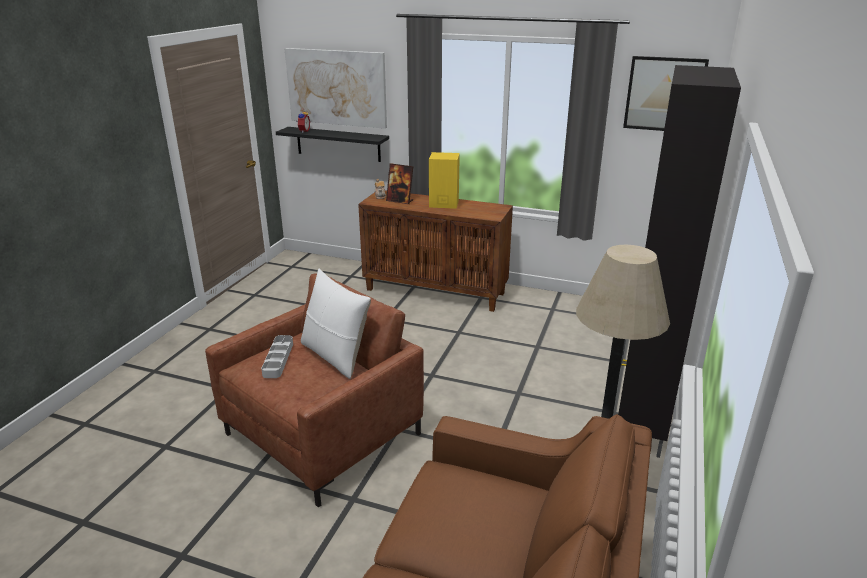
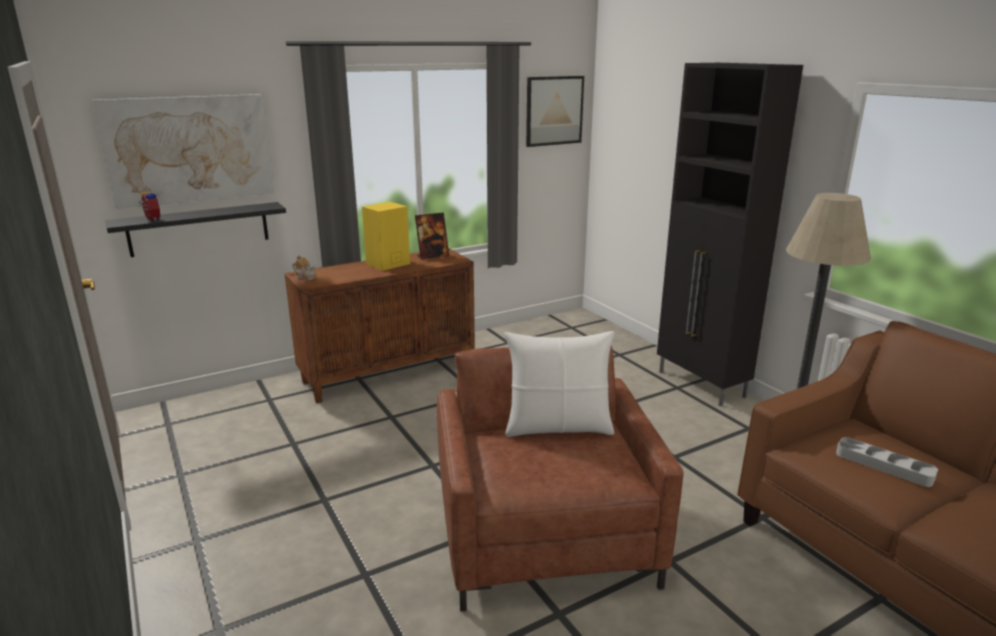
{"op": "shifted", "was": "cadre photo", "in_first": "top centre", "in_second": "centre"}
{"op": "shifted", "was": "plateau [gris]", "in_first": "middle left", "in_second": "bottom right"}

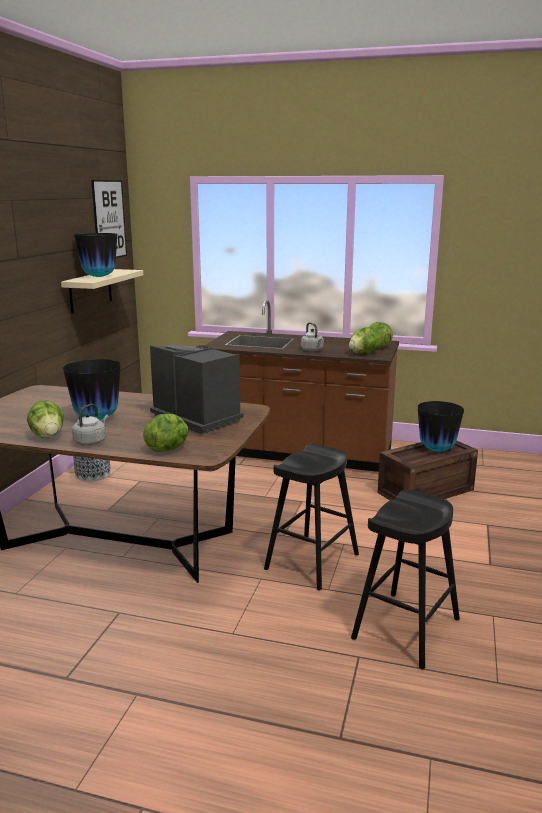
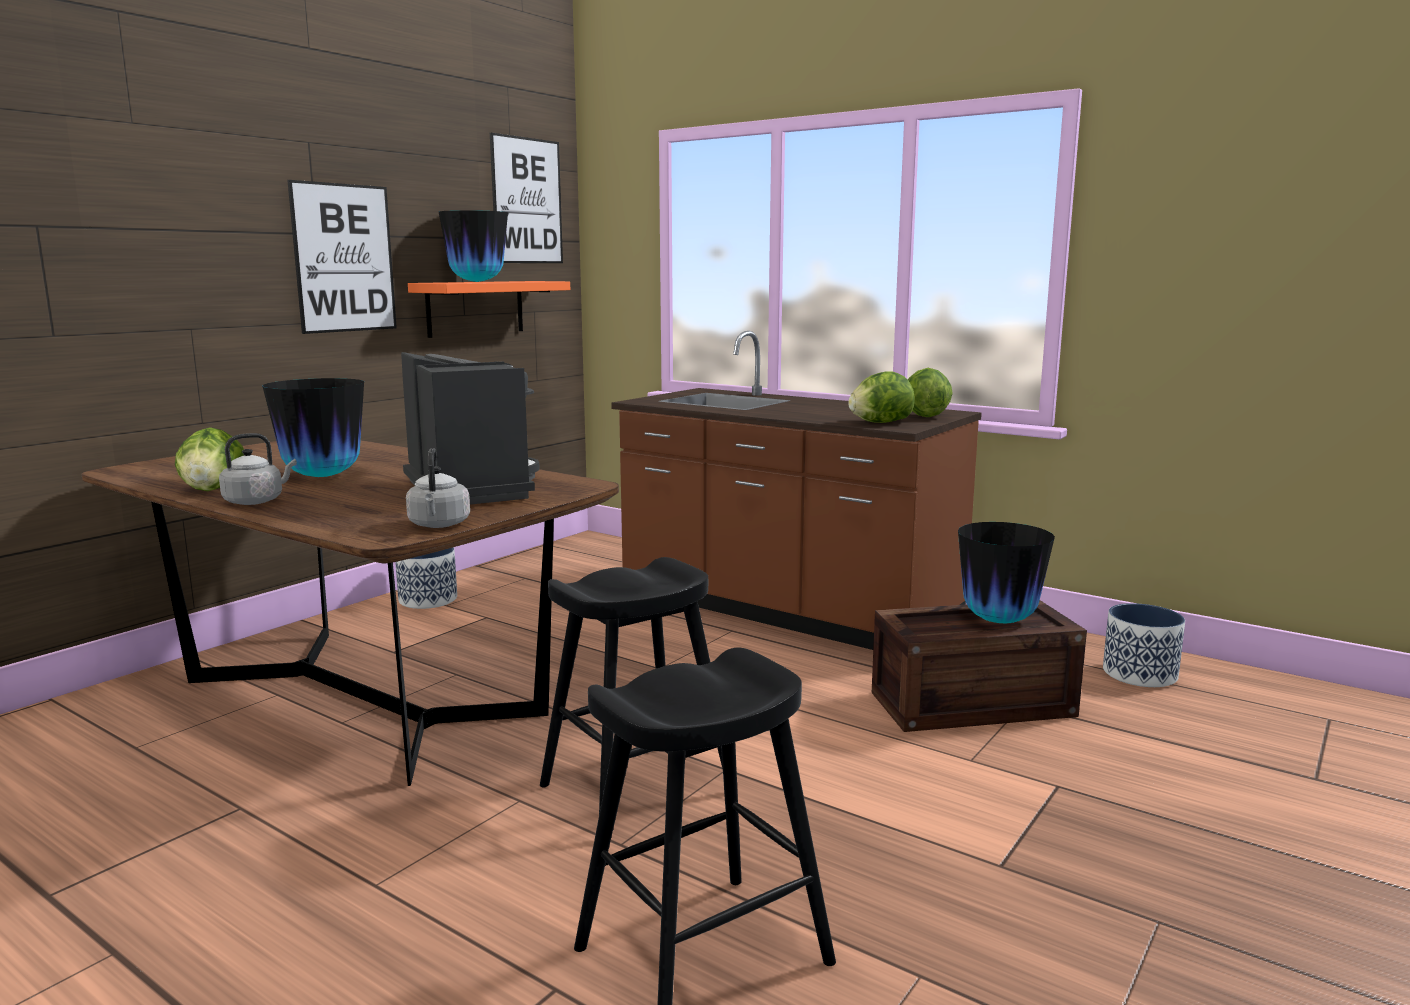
{"op": "new", "now": "tableau (no. 1 from left)", "in_second": "top left"}
{"op": "shifted", "was": "bouilloire [gris] (no. 2 from left)", "in_first": "centre", "in_second": "middle left"}
{"op": "repainted", "was": "étagère [beige]", "now": "étagère [orange]", "in_first": "middle left", "in_second": "top centre"}
{"op": "new", "now": "cache-pot (no. 2 from left)", "in_second": "middle right"}
{"op": "gone", "was": "laitue (no. 2 from left)", "in_first": "middle left"}

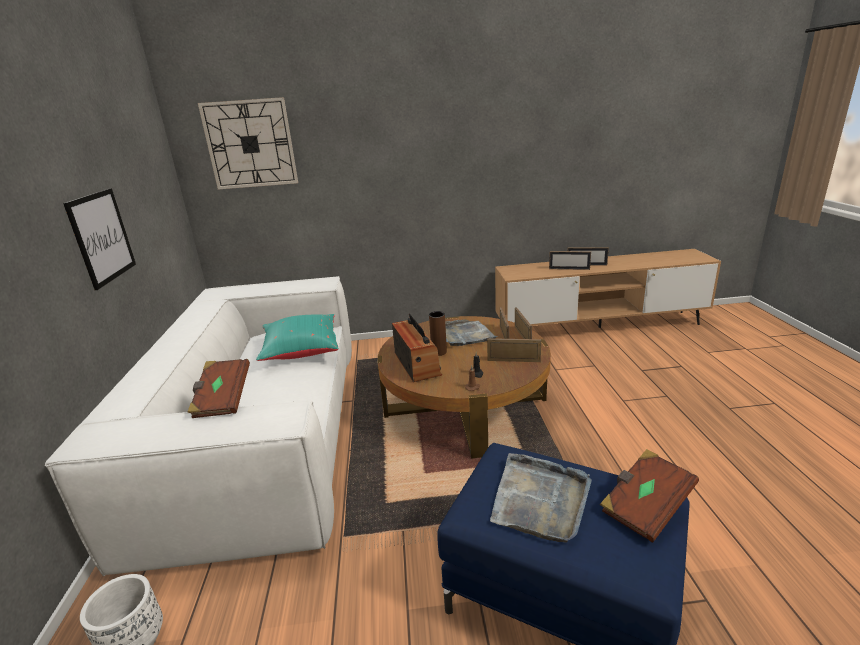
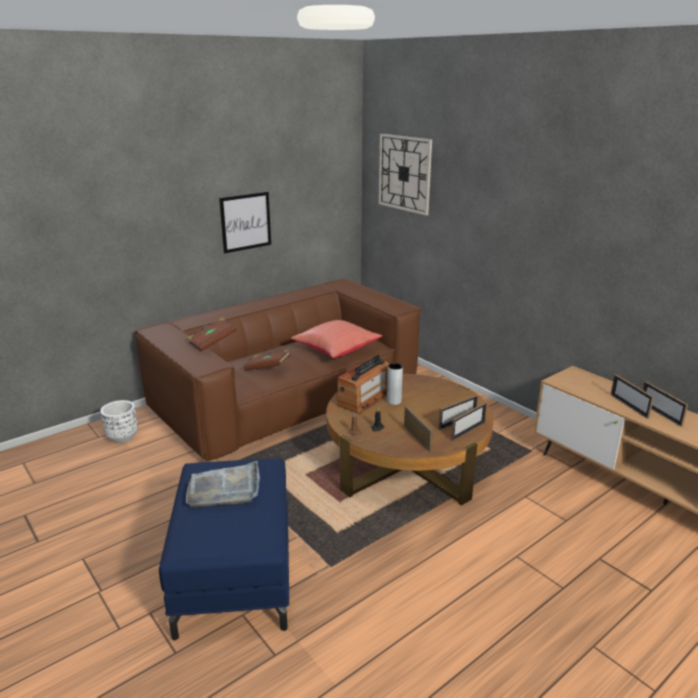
{"op": "repainted", "was": "canapé [blanc]", "now": "canapé [marron]", "in_first": "middle left", "in_second": "centre"}
{"op": "shifted", "was": "livre [marron] (no. 2 from left)", "in_first": "bottom right", "in_second": "centre"}
{"op": "repainted", "was": "coussin [turquoise]", "now": "coussin [rouge]", "in_first": "centre", "in_second": "centre"}
{"op": "repainted", "was": "vase [marron]", "now": "vase [gris]", "in_first": "centre", "in_second": "centre"}
{"op": "gone", "was": "plateau [gris] (no. 1 from left)", "in_first": "centre"}

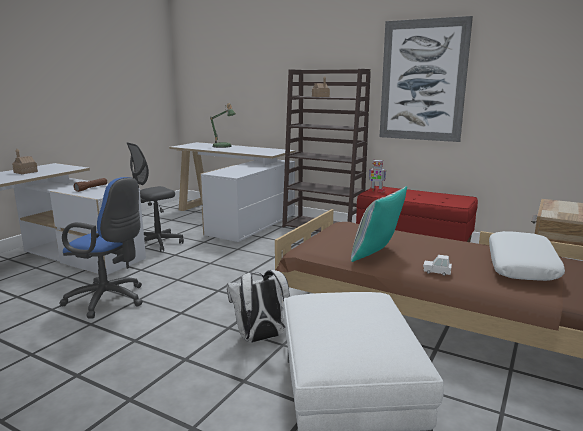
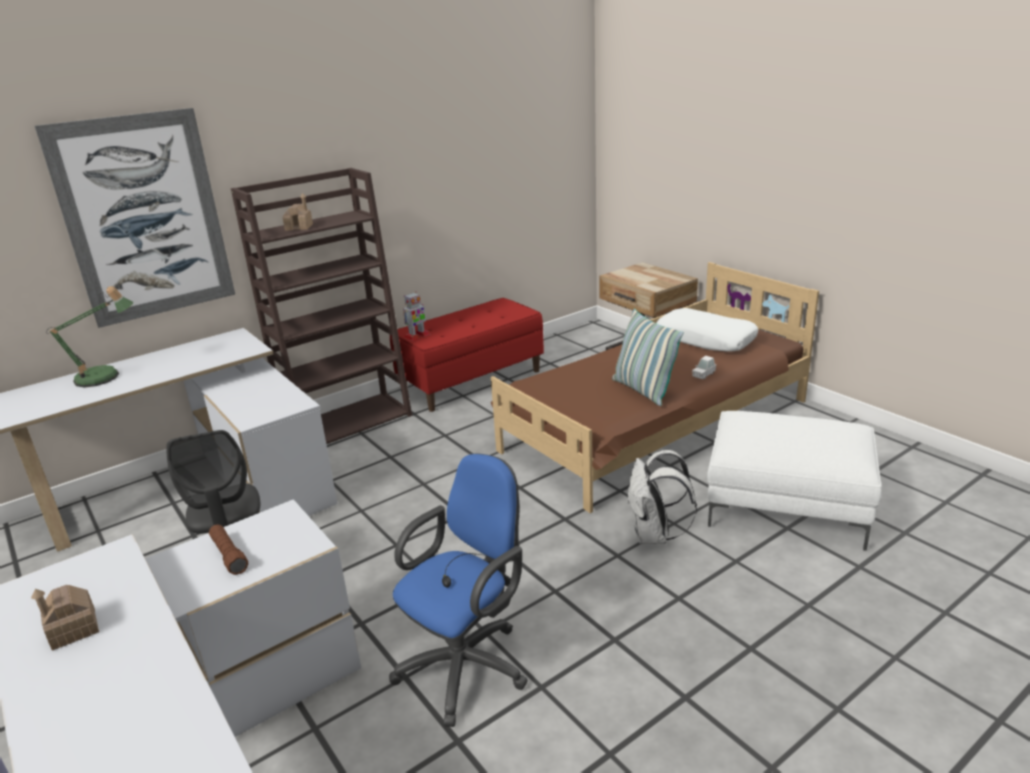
{"op": "shifted", "was": "tableau", "in_first": "top right", "in_second": "top left"}

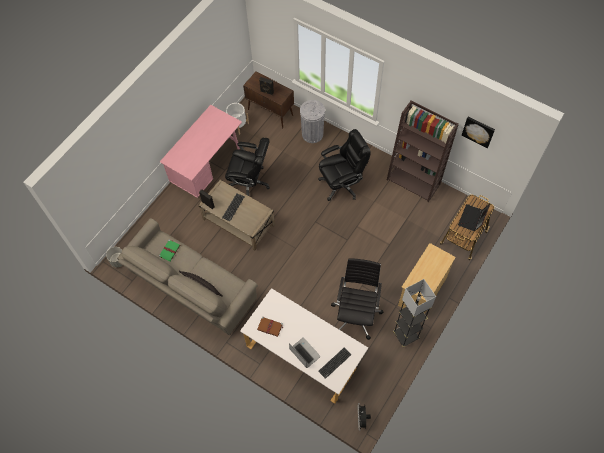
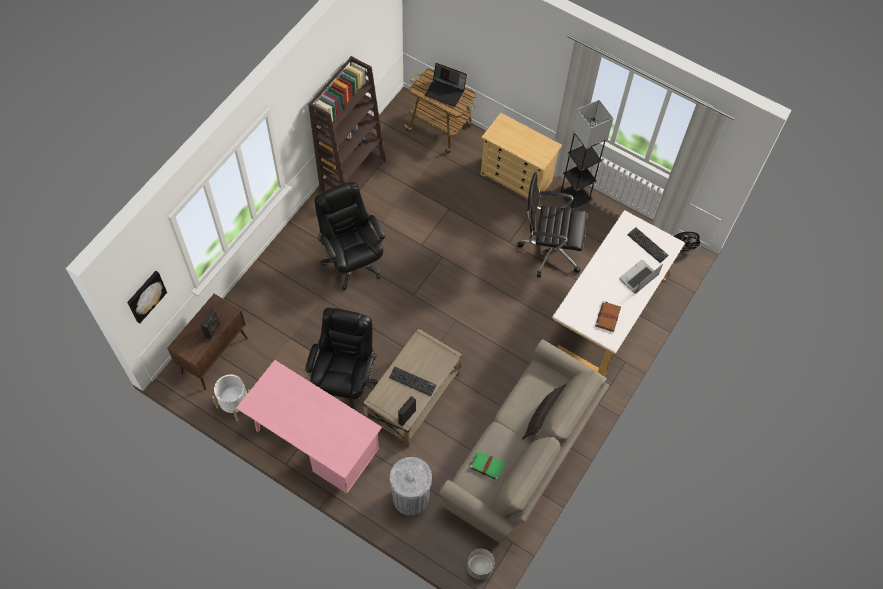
{"op": "shifted", "was": "tableau", "in_first": "top right", "in_second": "middle left"}
{"op": "shifted", "was": "poubelle [gris]", "in_first": "top centre", "in_second": "bottom centre"}

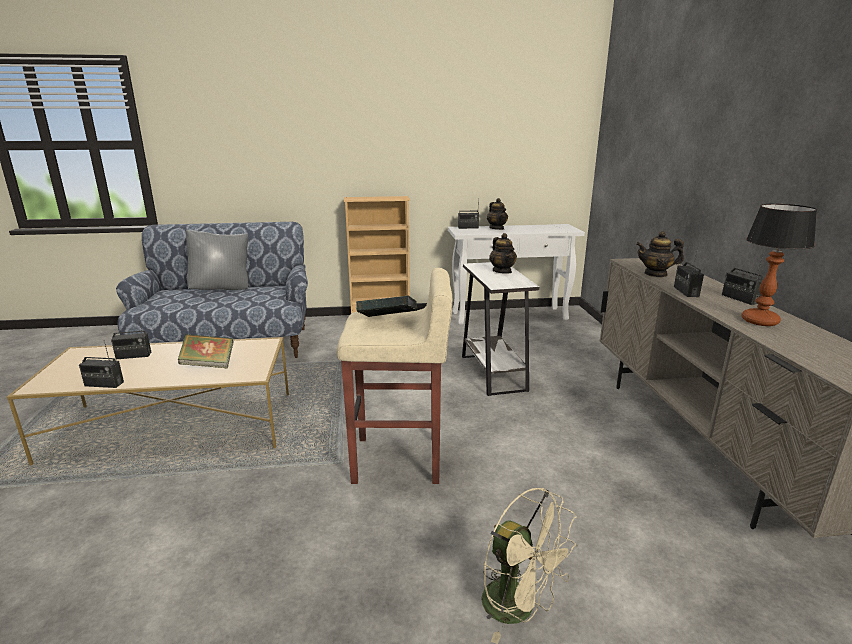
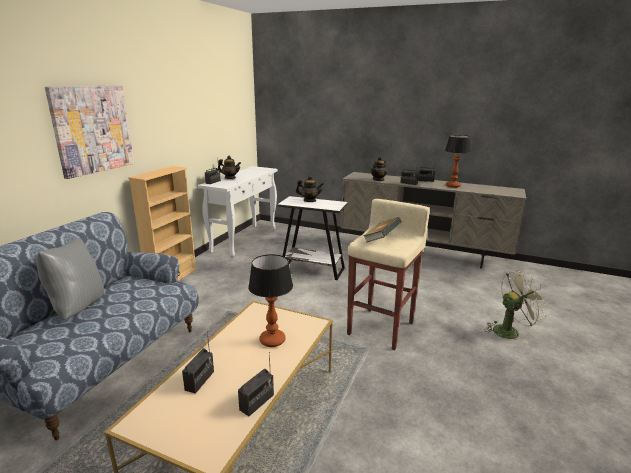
{"op": "new", "now": "tableau", "in_second": "top left"}
{"op": "swapped", "was": "livre (no. 1 from left)", "now": "lampe de table (no. 1 from left)", "in_first": "middle left", "in_second": "centre"}

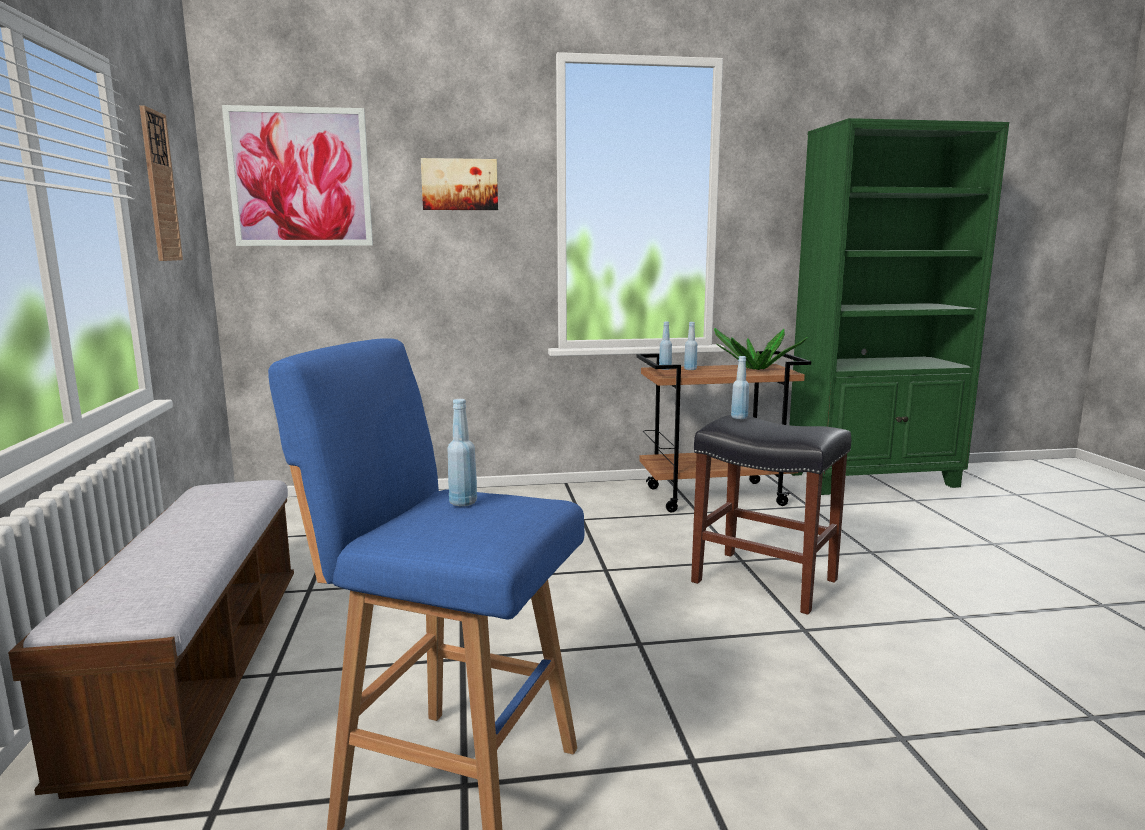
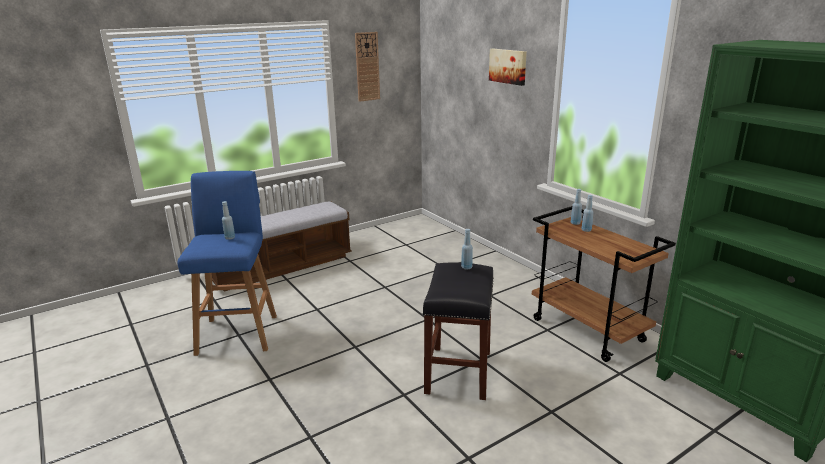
{"op": "gone", "was": "tableau (no. 1 from left)", "in_first": "top left"}
{"op": "gone", "was": "plante en pot", "in_first": "centre"}

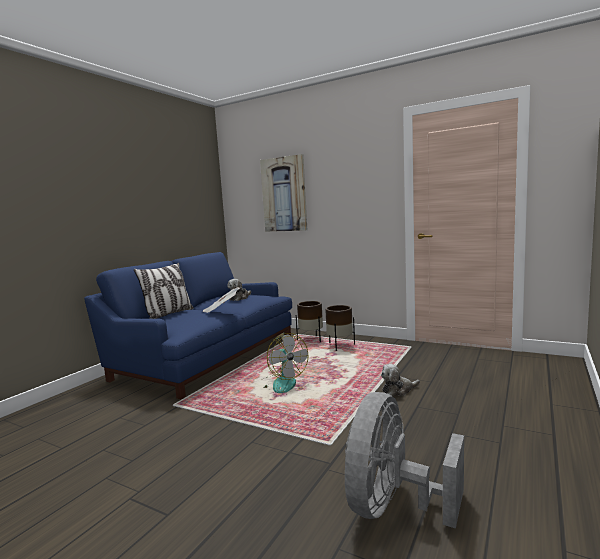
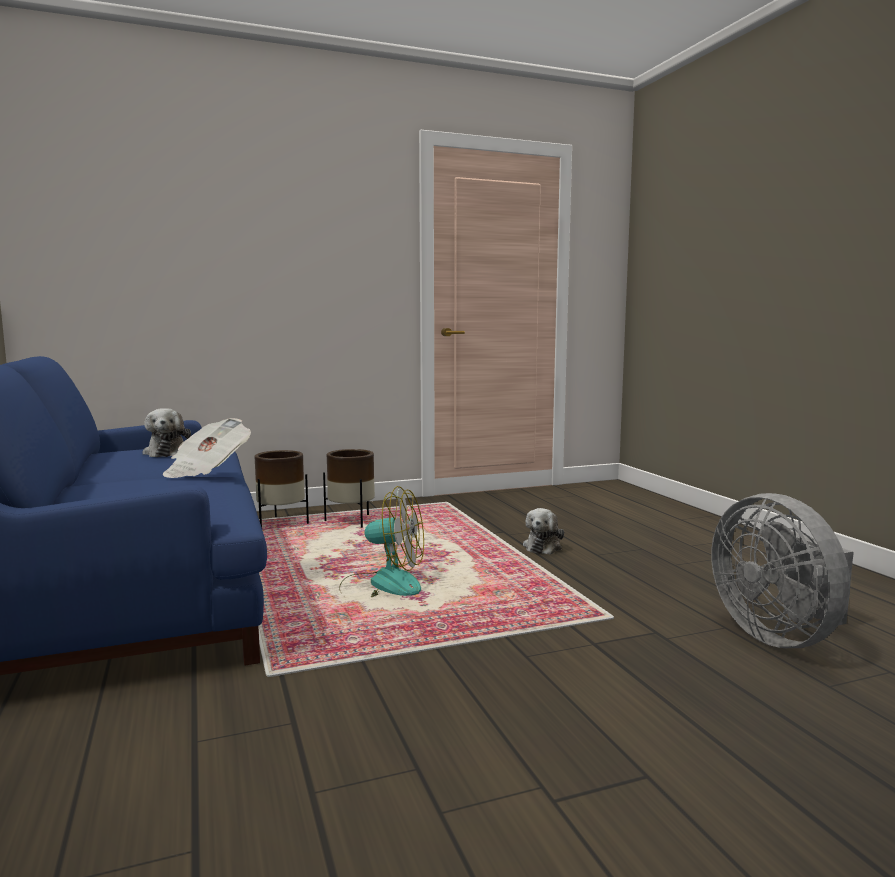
{"op": "gone", "was": "coussin", "in_first": "middle left"}
{"op": "gone", "was": "tableau", "in_first": "centre"}

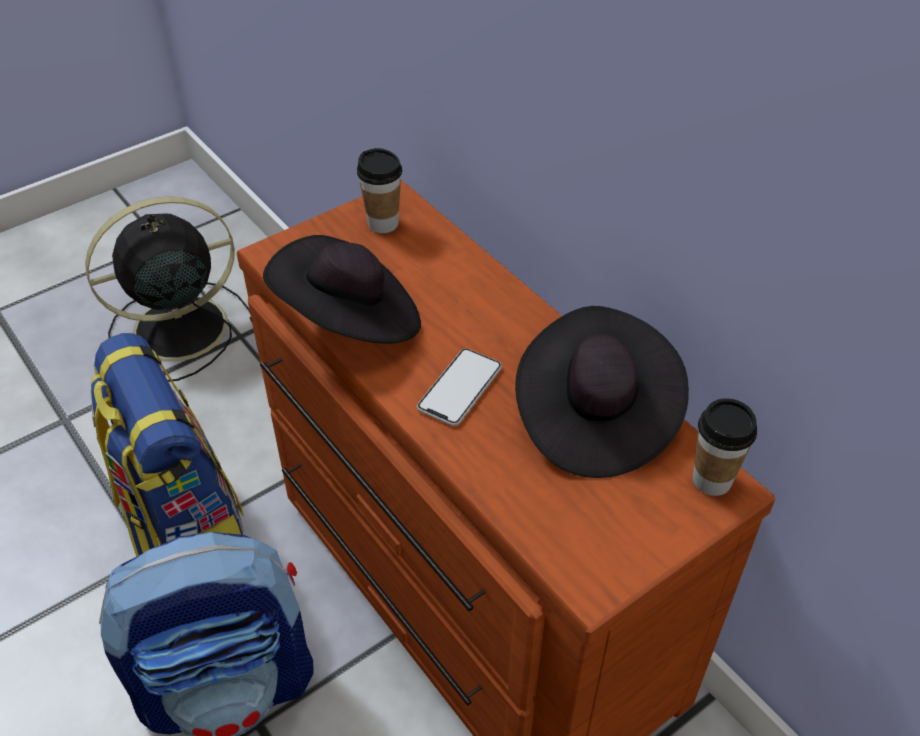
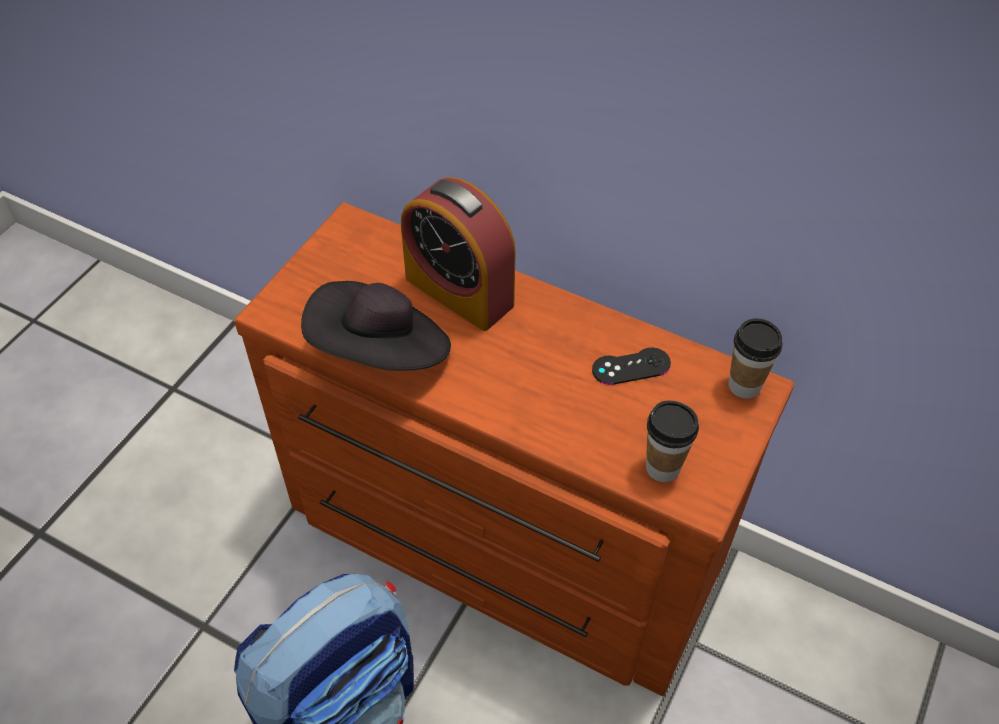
{"op": "new", "now": "réveil", "in_second": "centre"}
{"op": "swapped", "was": "chapeau [noir] (no. 2 from left)", "now": "manette [noir]", "in_first": "centre", "in_second": "centre"}
{"op": "shifted", "was": "tasse (no. 1 from left)", "in_first": "top centre", "in_second": "middle right"}
{"op": "gone", "was": "ventilateur [noir]", "in_first": "middle left"}
{"op": "gone", "was": "sac à dos (no. 1 from left)", "in_first": "middle left"}
{"op": "gone", "was": "téléphone", "in_first": "centre"}

